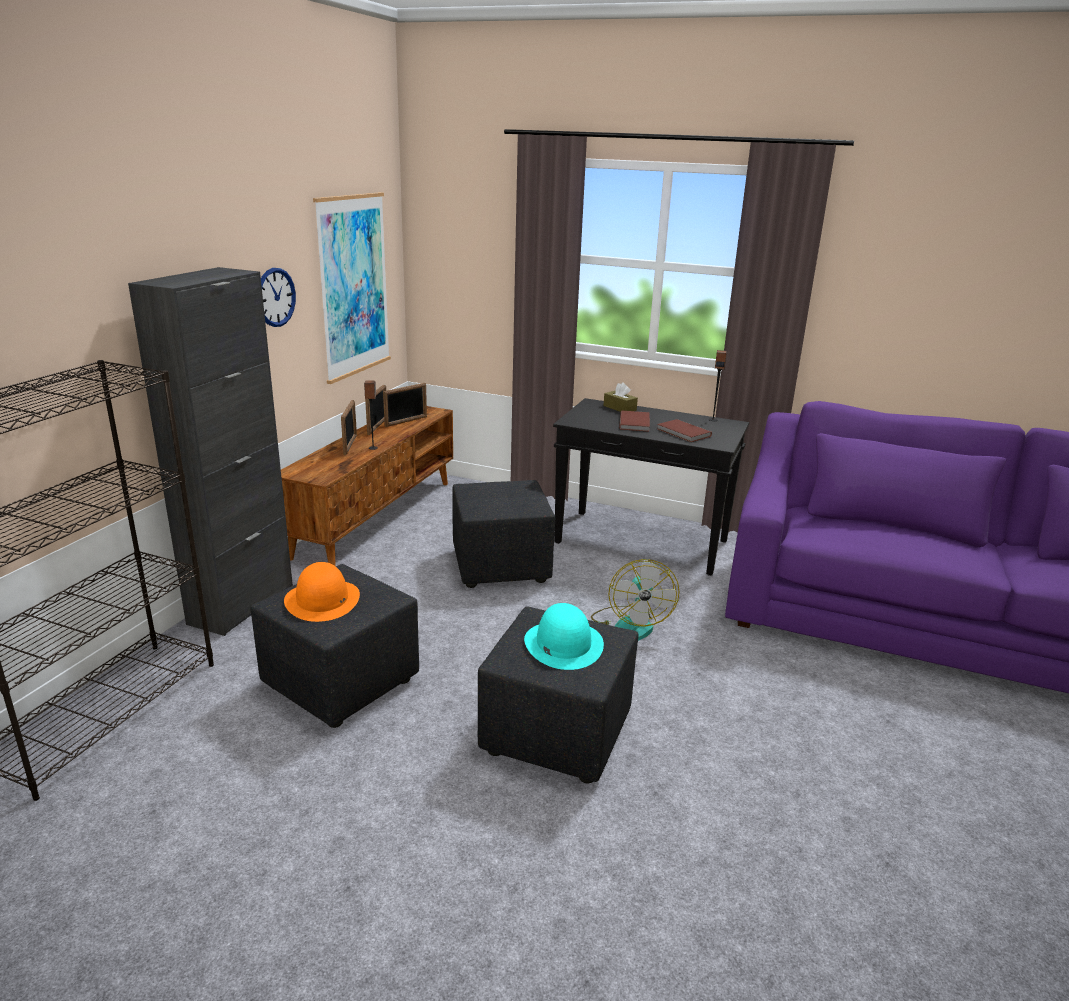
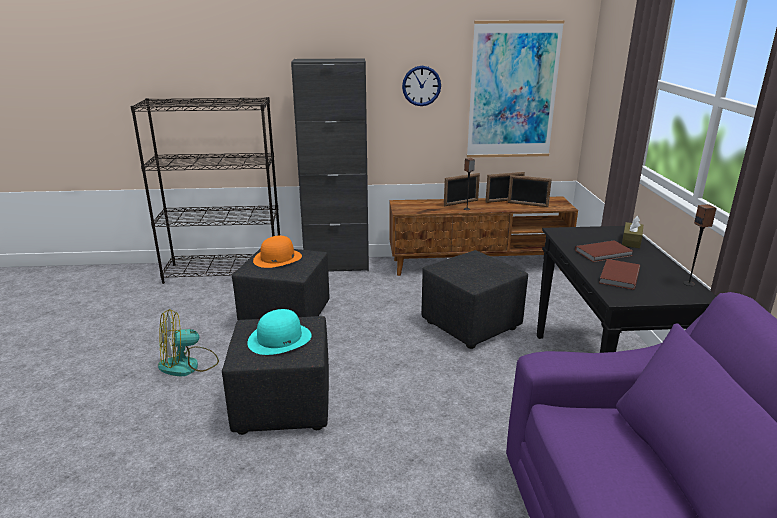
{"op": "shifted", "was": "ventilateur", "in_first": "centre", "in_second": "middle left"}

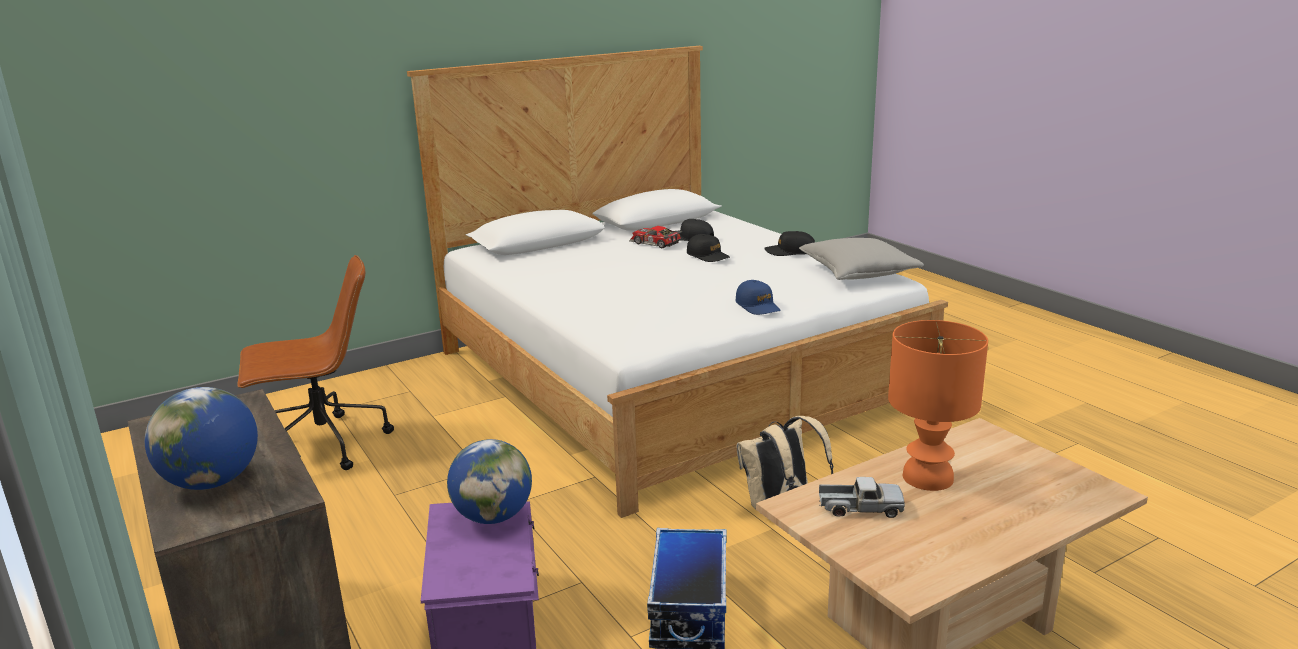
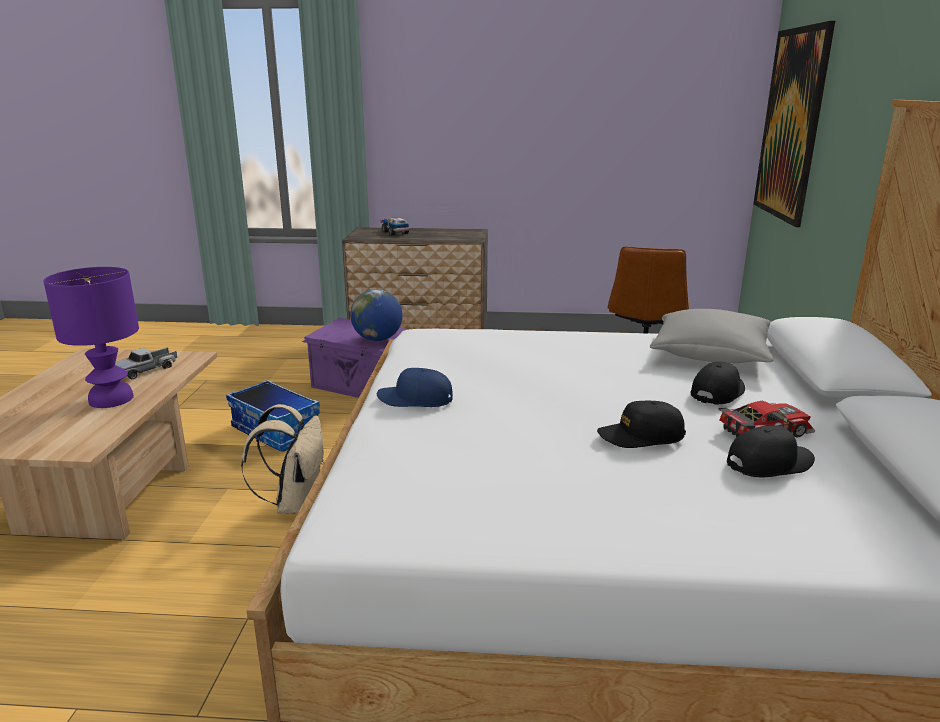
{"op": "repainted", "was": "lampe de table [orange]", "now": "lampe de table [violet]", "in_first": "middle right", "in_second": "middle left"}
{"op": "swapped", "was": "globe (no. 1 from left)", "now": "camion jouet (no. 2 from left)", "in_first": "bottom left", "in_second": "top centre"}
{"op": "shifted", "was": "coussin [gris]", "in_first": "centre", "in_second": "middle right"}
{"op": "shifted", "was": "casquette [noir] (no. 3 from left in the first image)", "now": "casquette [noir] (no. 2 from left)", "in_first": "centre", "in_second": "middle right"}
{"op": "new", "now": "tableau", "in_second": "top right"}

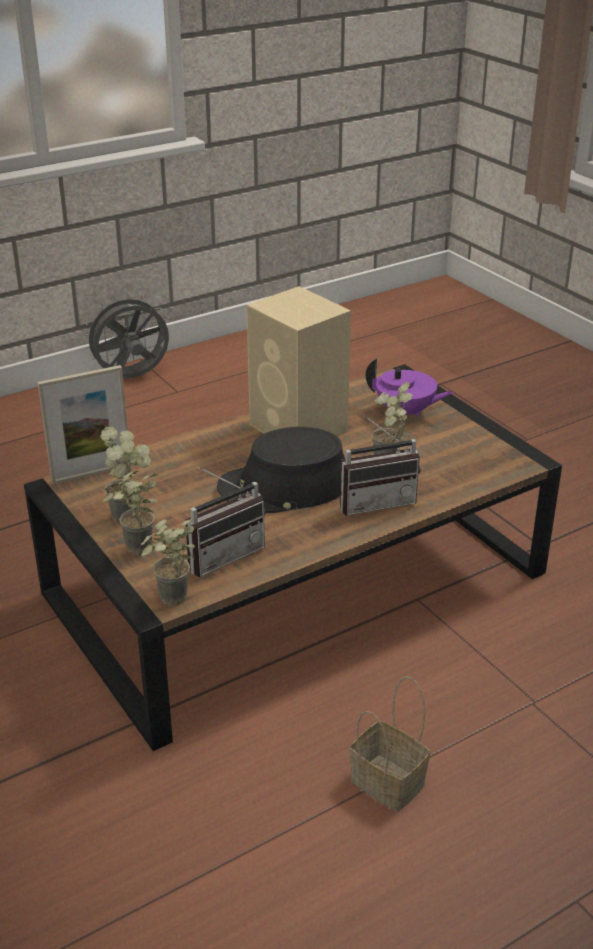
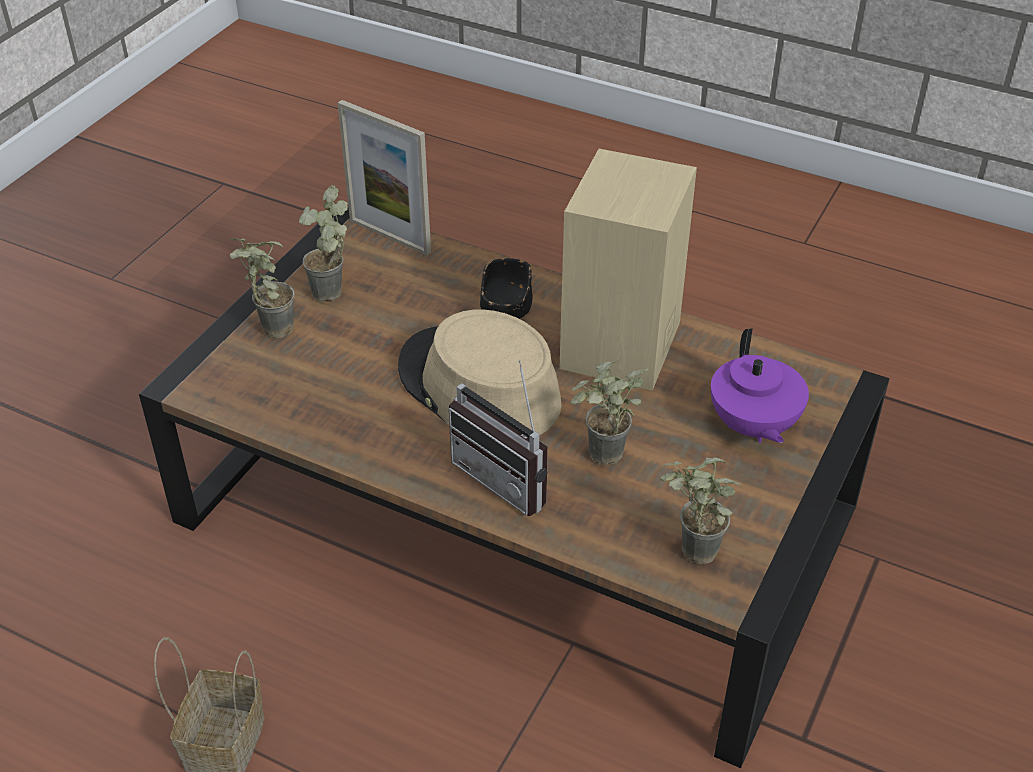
{"op": "repainted", "was": "chapeau [noir]", "now": "chapeau [beige]", "in_first": "centre", "in_second": "centre"}
{"op": "new", "now": "bol [noir]", "in_second": "centre"}
{"op": "shifted", "was": "plante en pot (no. 3 from left in the first image)", "now": "plante en pot (no. 4 from left)", "in_first": "middle left", "in_second": "middle right"}
{"op": "gone", "was": "ventilateur [gris]", "in_first": "middle left"}
{"op": "gone", "was": "radio (no. 1 from left)", "in_first": "centre"}

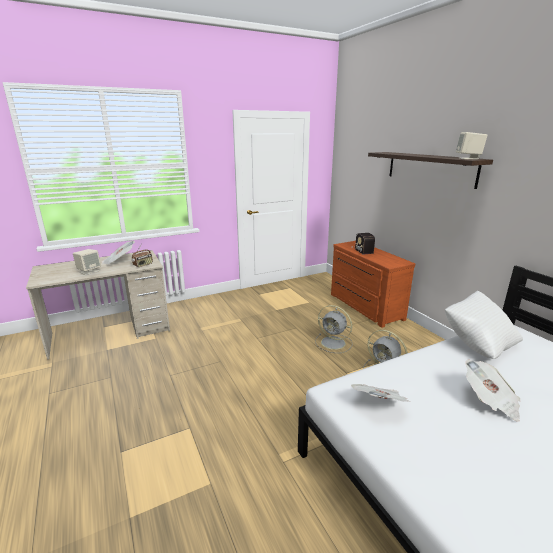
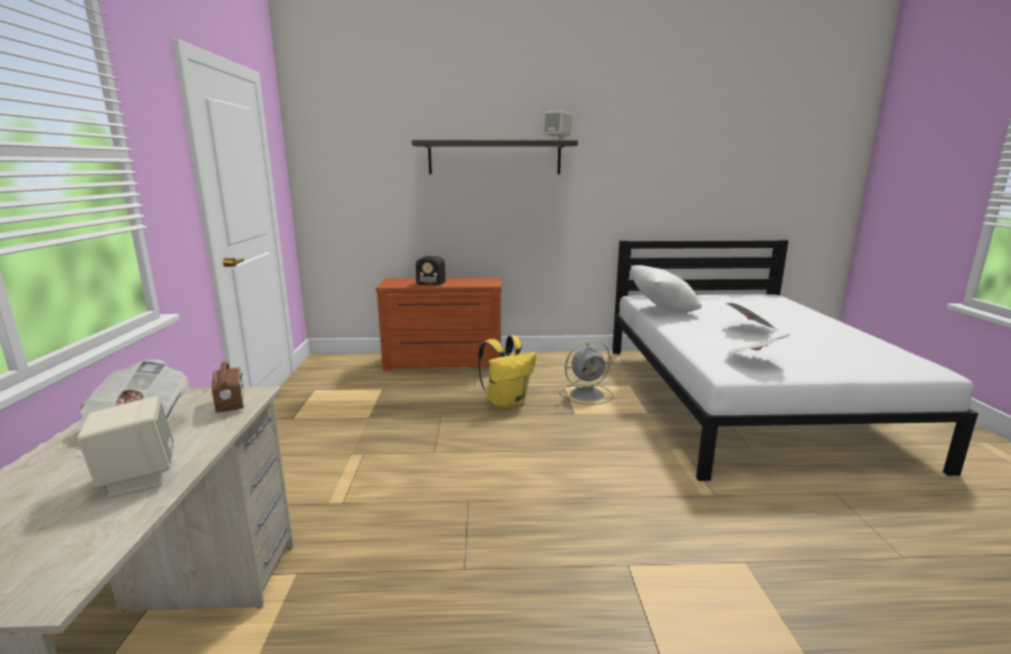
{"op": "swapped", "was": "ventilateur [gris] (no. 1 from left)", "now": "sac à dos [jaune]", "in_first": "centre", "in_second": "centre"}

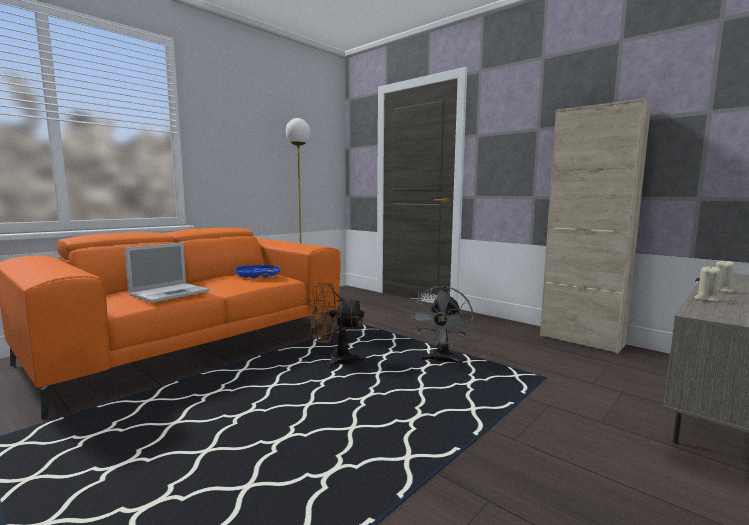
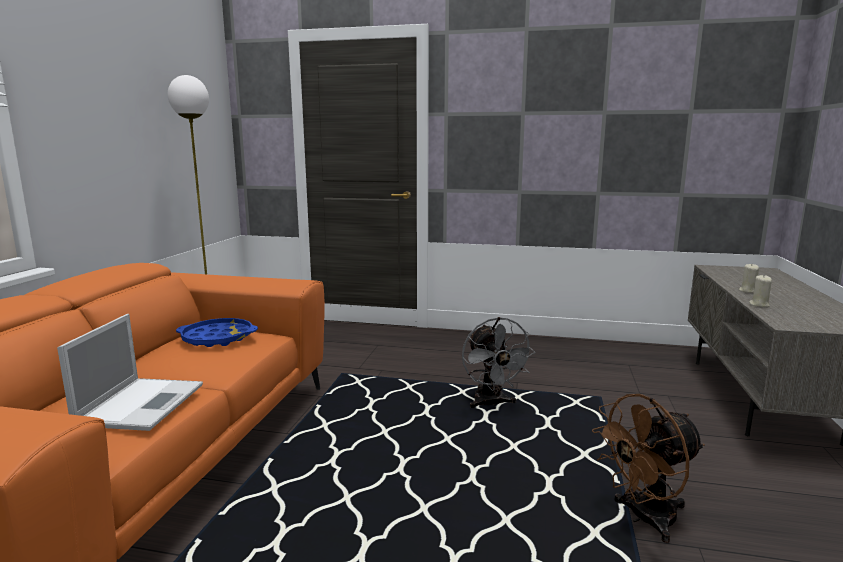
{"op": "shifted", "was": "ventilateur [marron]", "in_first": "centre", "in_second": "bottom right"}
{"op": "gone", "was": "meuble de rangement [beige]", "in_first": "middle right"}

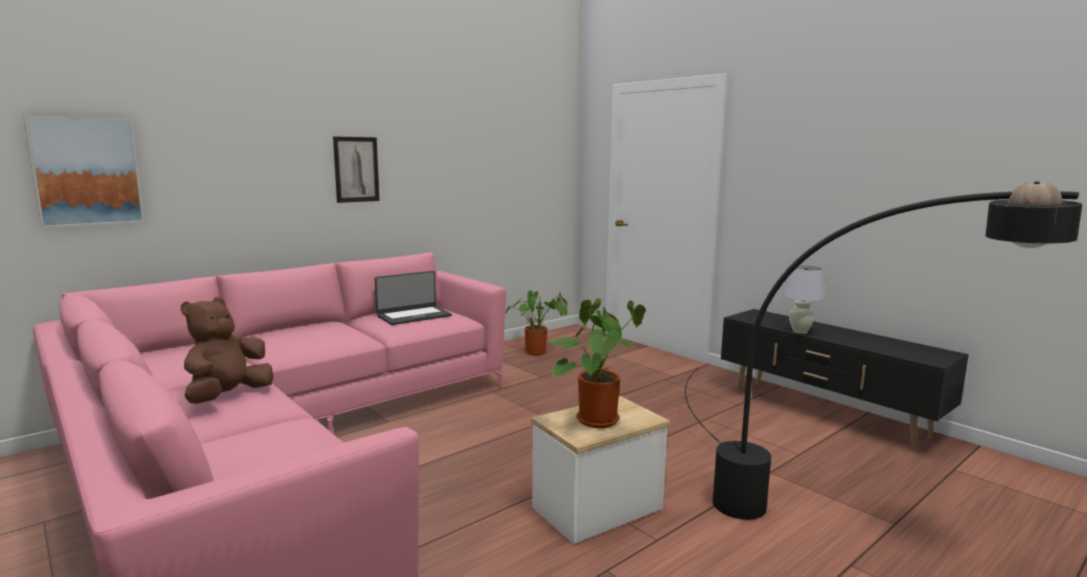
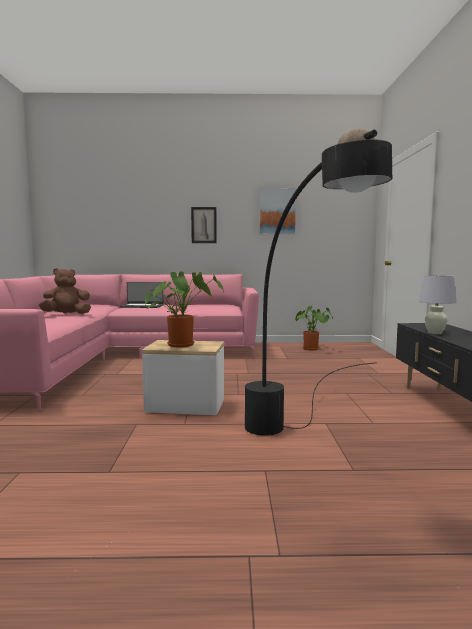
{"op": "shifted", "was": "ordinateur portable", "in_first": "centre", "in_second": "middle left"}
{"op": "shifted", "was": "tableau (no. 1 from left in the first image)", "now": "tableau (no. 2 from left)", "in_first": "top left", "in_second": "centre"}

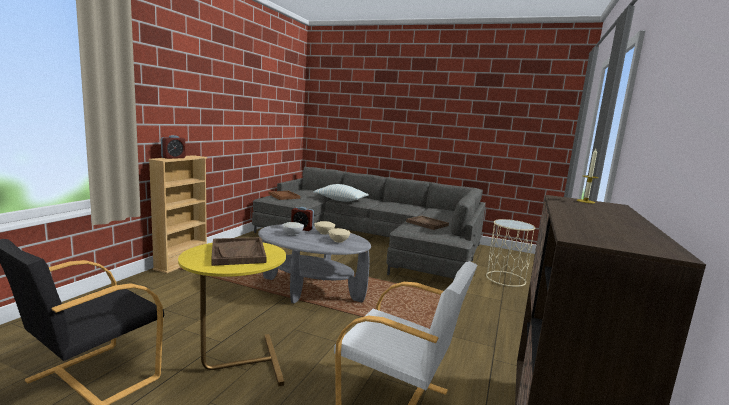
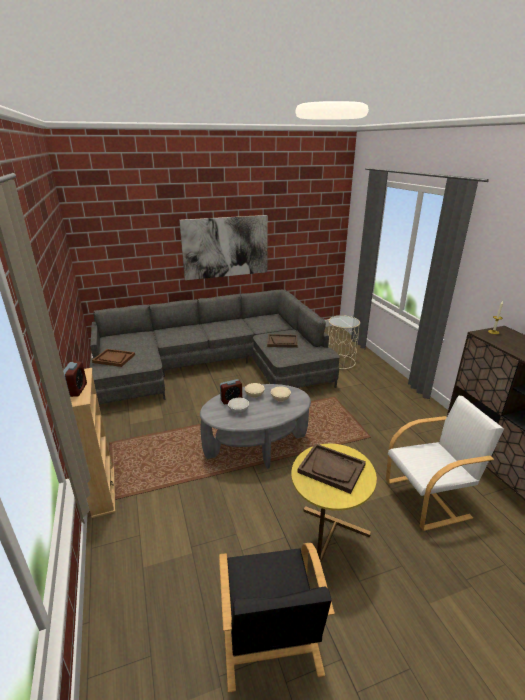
{"op": "new", "now": "tableau", "in_second": "centre"}
{"op": "gone", "was": "coussin", "in_first": "centre"}

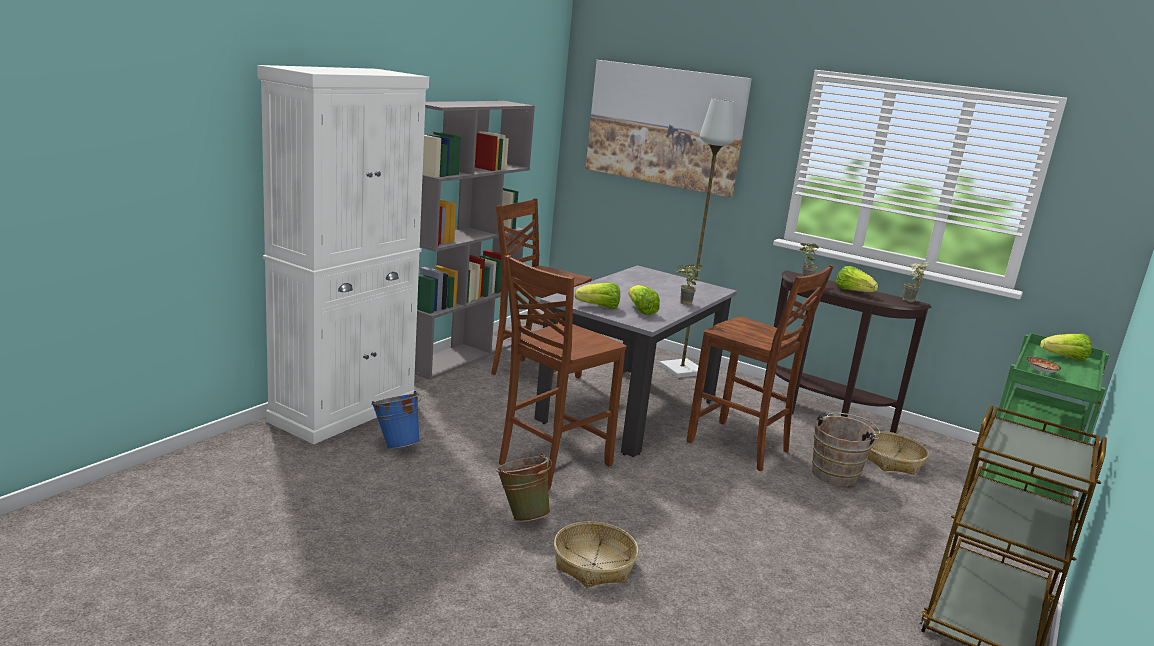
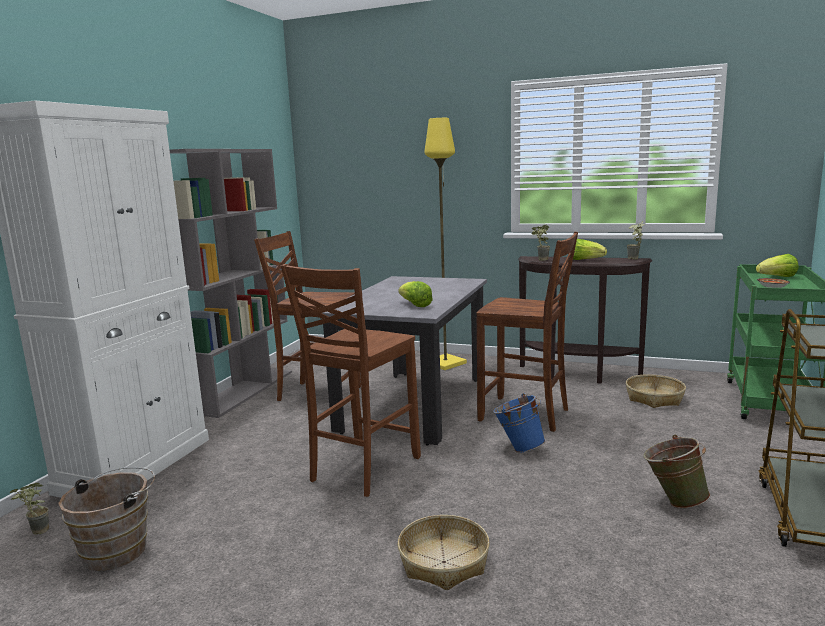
{"op": "shifted", "was": "plante en pot (no. 1 from left)", "in_first": "centre", "in_second": "bottom left"}
{"op": "shifted", "was": "seau [marron]", "in_first": "bottom right", "in_second": "bottom left"}
{"op": "repainted", "was": "lampadaire [gris]", "now": "lampadaire [jaune]", "in_first": "centre", "in_second": "centre"}
{"op": "shifted", "was": "seau [bleu]", "in_first": "centre", "in_second": "bottom centre"}
{"op": "shifted", "was": "seau [vert]", "in_first": "bottom centre", "in_second": "bottom right"}
{"op": "gone", "was": "laitue (no. 1 from left)", "in_first": "centre"}
{"op": "gone", "was": "tableau", "in_first": "top centre"}

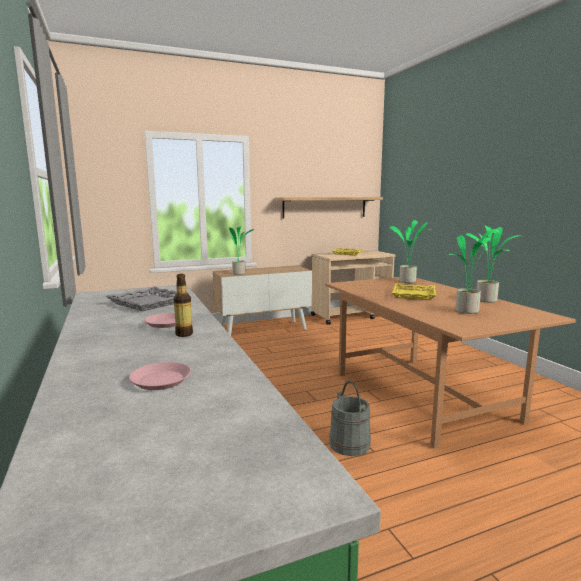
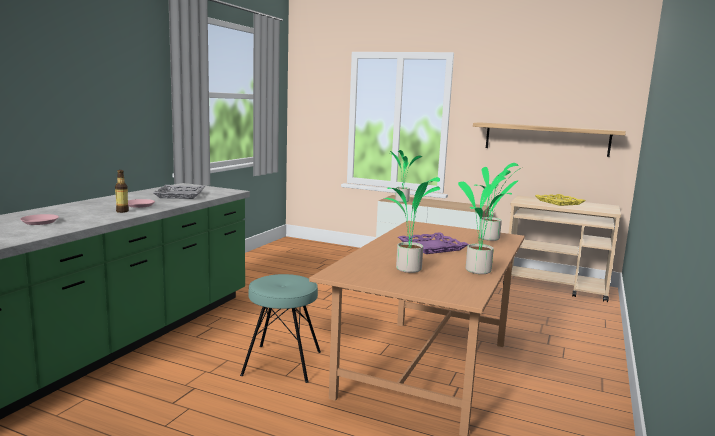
{"op": "swapped", "was": "seau [gris]", "now": "tabouret [turquoise]", "in_first": "bottom centre", "in_second": "bottom centre"}
{"op": "repainted", "was": "plateau [jaune] (no. 2 from left)", "now": "plateau [violet]", "in_first": "middle right", "in_second": "centre"}

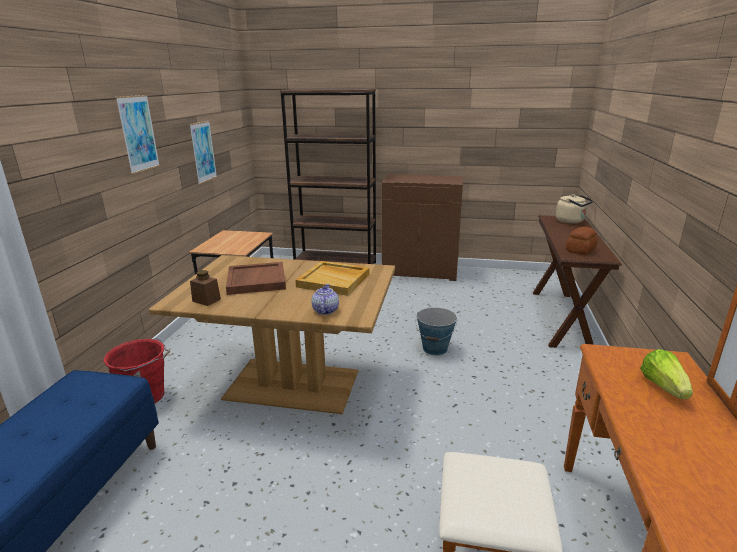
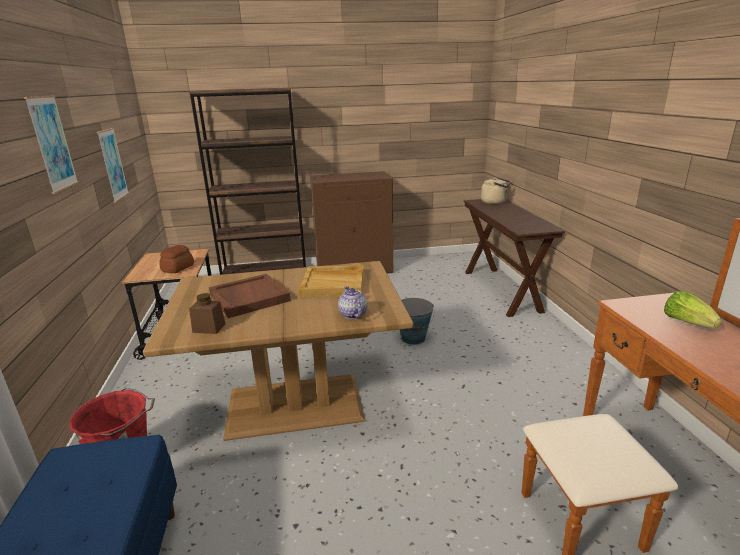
{"op": "shifted", "was": "pain", "in_first": "middle right", "in_second": "middle left"}

